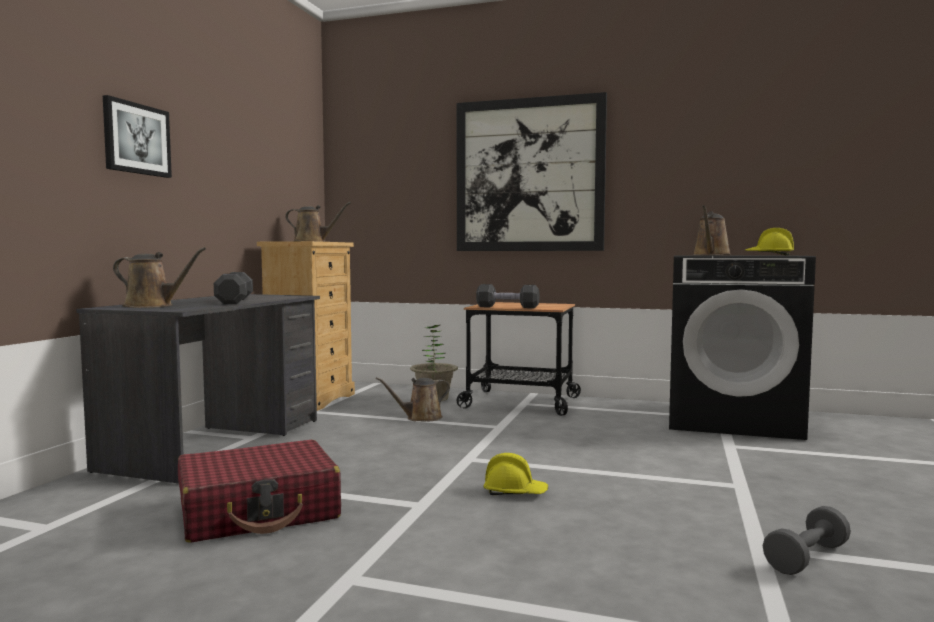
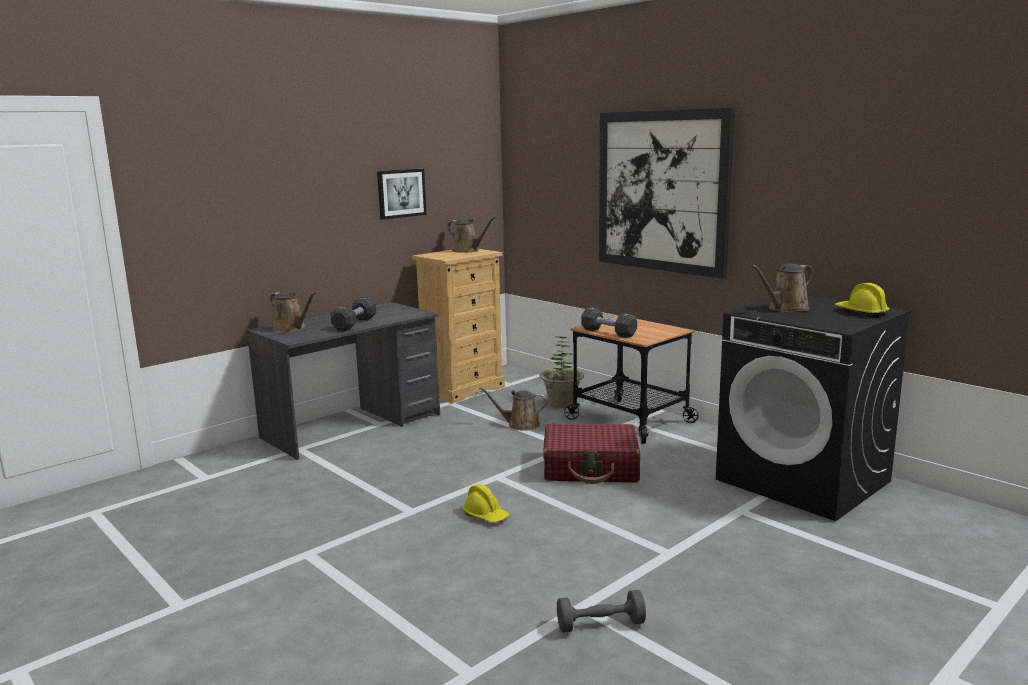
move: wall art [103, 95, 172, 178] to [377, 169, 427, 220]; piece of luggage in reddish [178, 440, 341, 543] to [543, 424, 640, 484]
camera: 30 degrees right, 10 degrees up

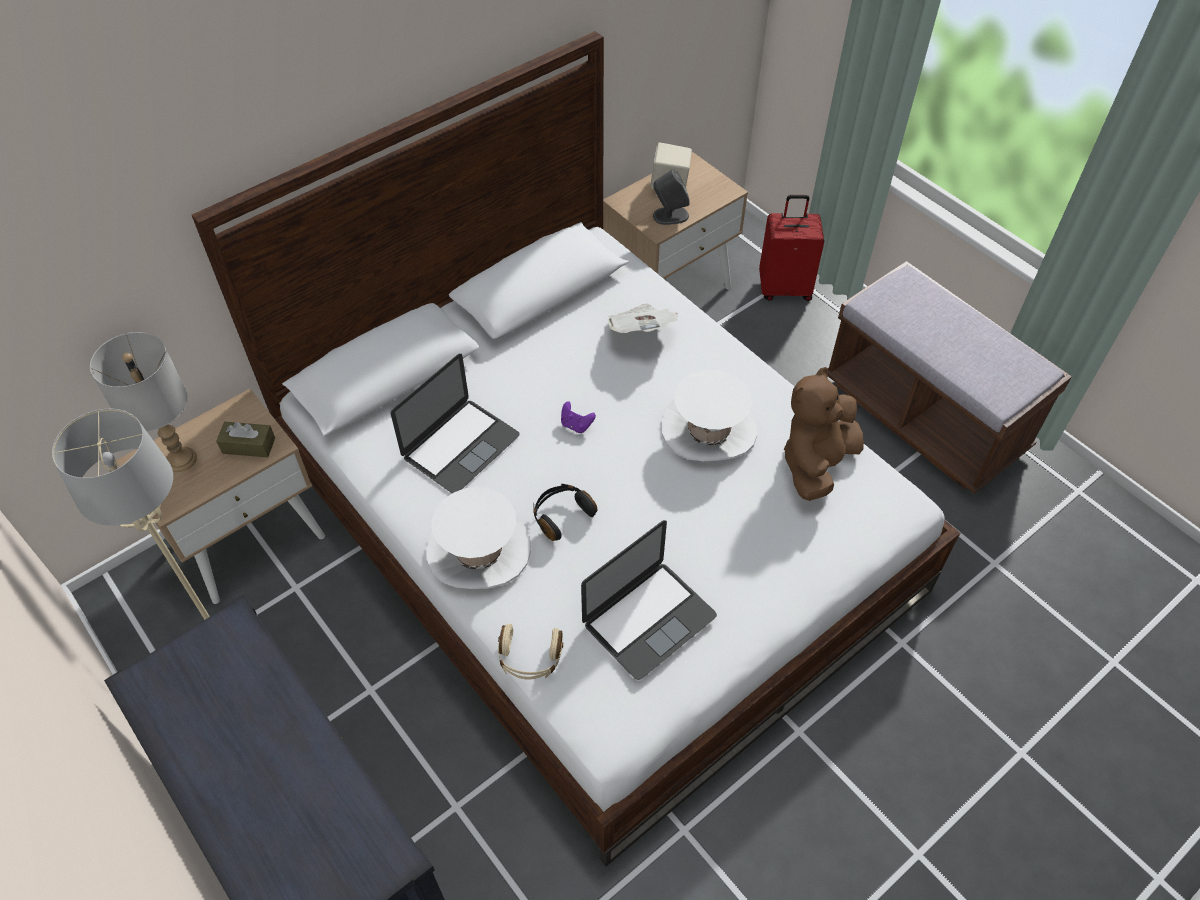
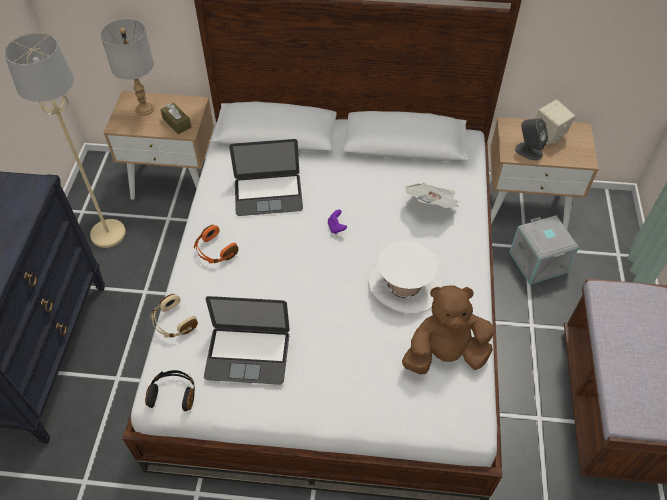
delete: piece of luggage in reddish [759, 195, 824, 301]
insert: storage container in gray [509, 215, 579, 285]
move: headphones in black-coloured [533, 484, 597, 541] to [145, 370, 195, 411]
replace: clothing hat in white [427, 487, 531, 589] to headphones in orangey [194, 225, 238, 263]
camera: 45 degrees right, 0 degrees up

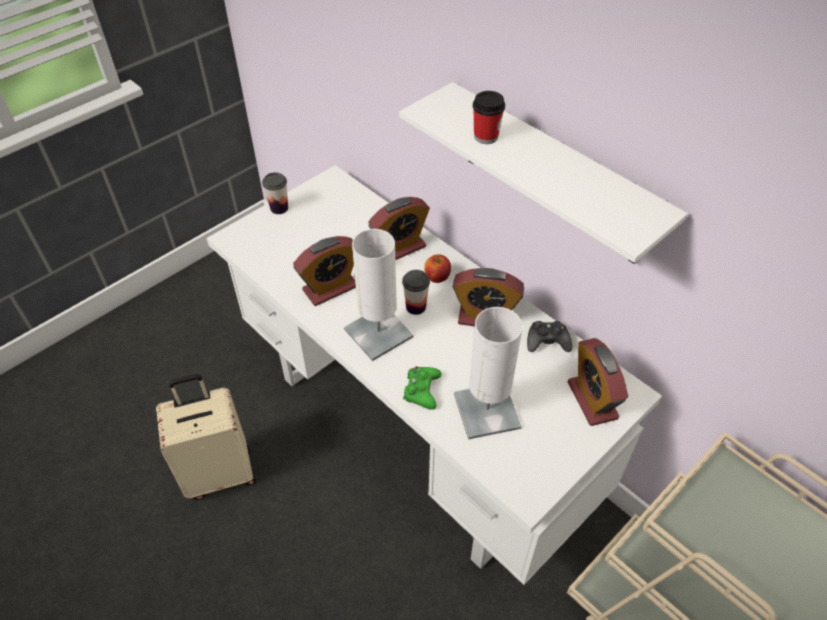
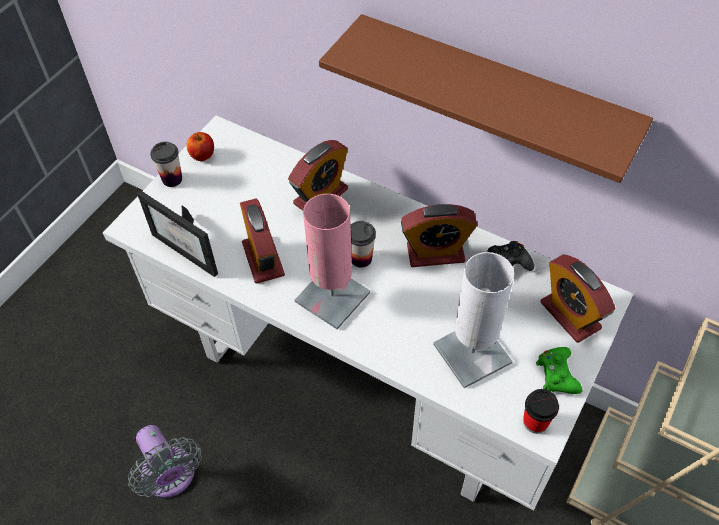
insert: picture frame [137, 191, 218, 277]
move: cup [473, 91, 505, 144] to [523, 389, 559, 434]; apple [424, 254, 451, 283] to [186, 132, 214, 161]; joypad in green [403, 366, 442, 410] to [536, 347, 583, 394]
replace: piece of luggage in sand-coloured [156, 374, 256, 500] to cooling fan in gray [128, 425, 202, 498]
recolor: bracket shelf in white [399, 82, 688, 264] to bracket shelf in brown-coloured [319, 14, 653, 183]; table lamp in white [344, 229, 413, 361] to table lamp in pinkish [295, 194, 370, 329]
rotate: alarm clock [293, 236, 356, 306] = [240, 198, 285, 284] 60 degrees counterclockwise
camera: 15 degrees left, 5 degrees up

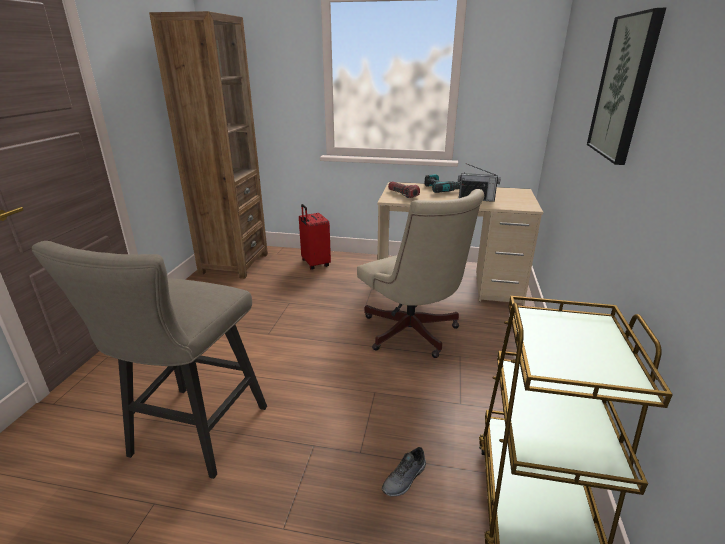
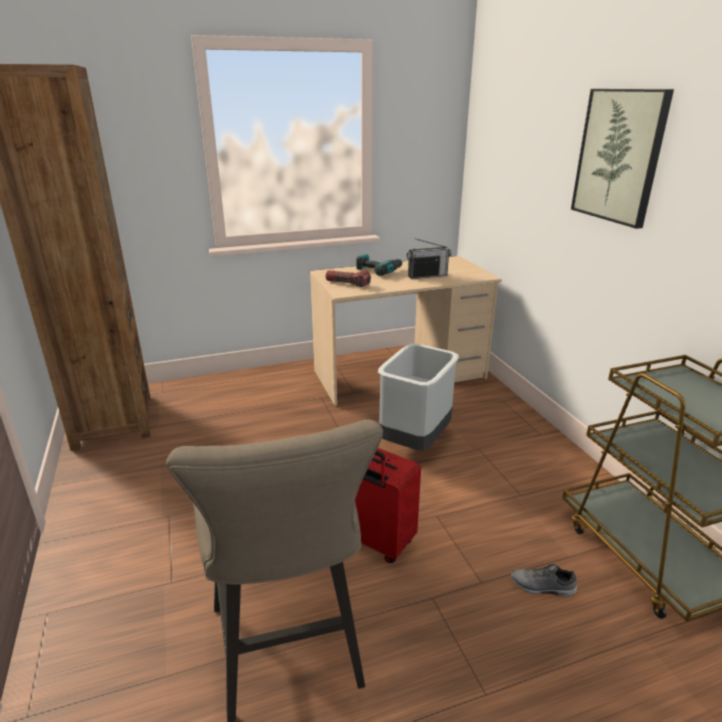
move: piece of luggage in reddish [299, 204, 331, 270] to [355, 448, 421, 563]
replace: office chair in sand-coloured [357, 189, 485, 358] to rubbish bin in gray [378, 344, 459, 451]
rotate: item of footwear in gray [382, 447, 426, 496] = [511, 564, 577, 597] 90 degrees clockwise
camera: 30 degrees left, 0 degrees up

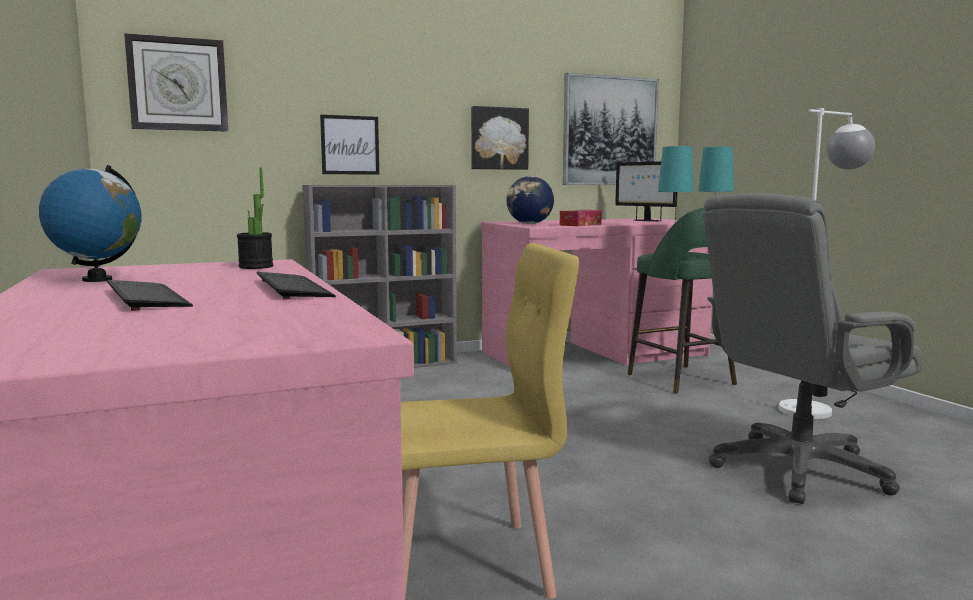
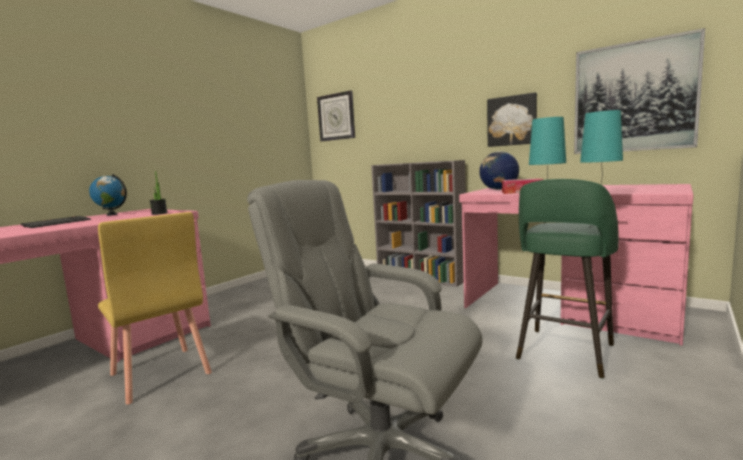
delete: standing lamp in white [779, 108, 875, 419]; wall art [320, 115, 379, 175]; monitor [615, 161, 677, 221]; PC keyboard [257, 272, 336, 300]
camera: 60 degrees right, 0 degrees up

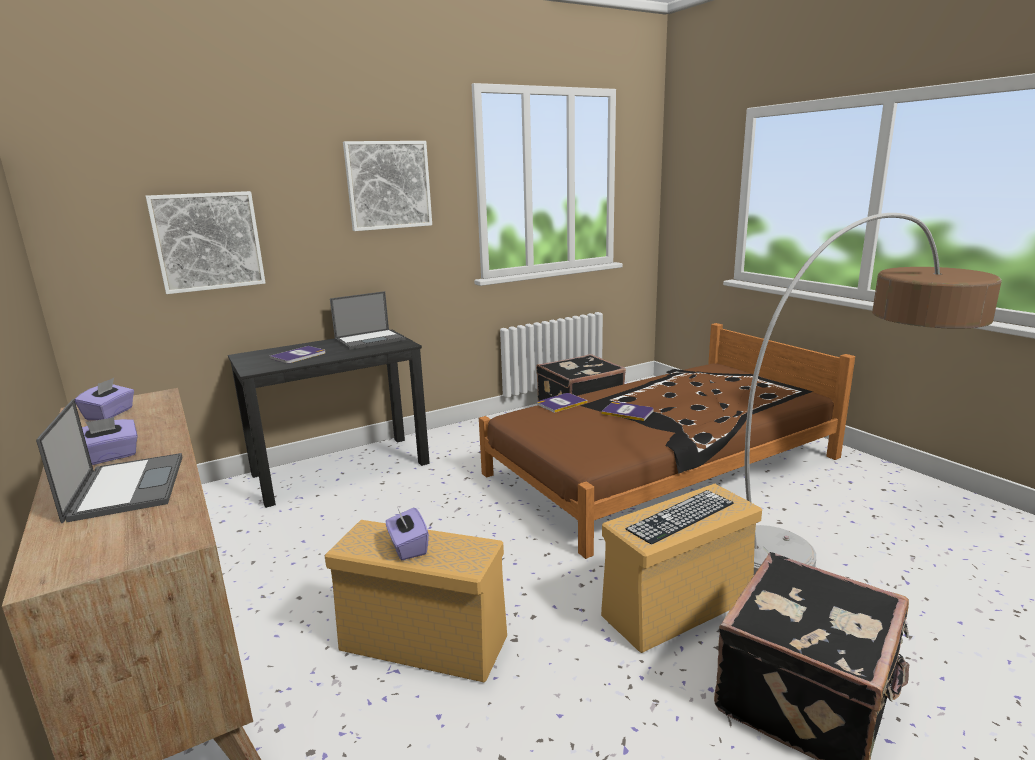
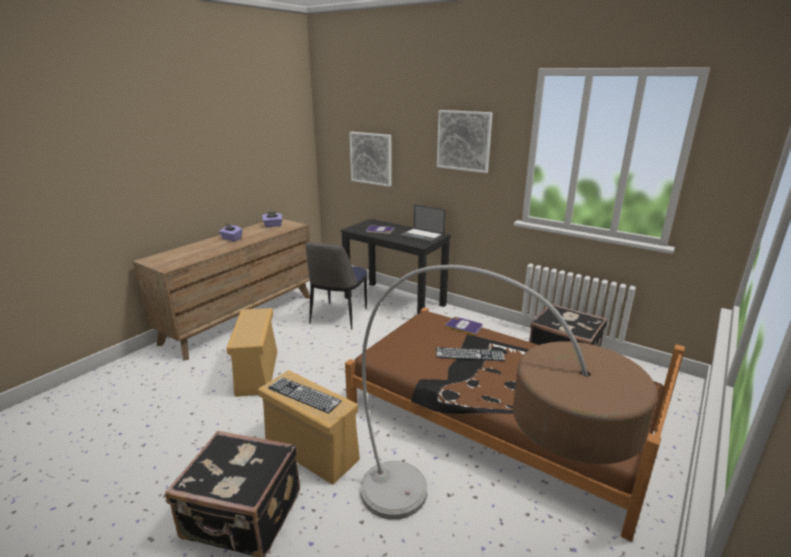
delete: portable computer [36, 399, 182, 523]; tissue box in purple [386, 508, 429, 560]
insert: upright chair [305, 242, 367, 330]
replace: book [601, 402, 654, 421] to PC keyboard [436, 347, 505, 361]
camera: 65 degrees right, 5 degrees up

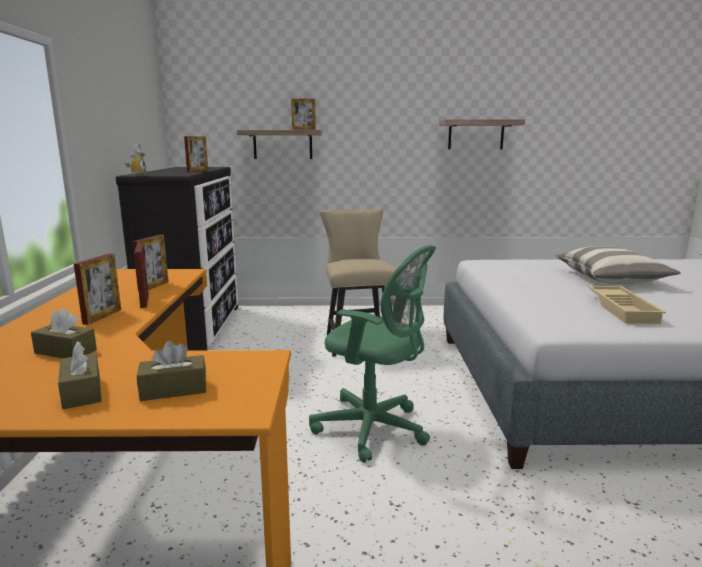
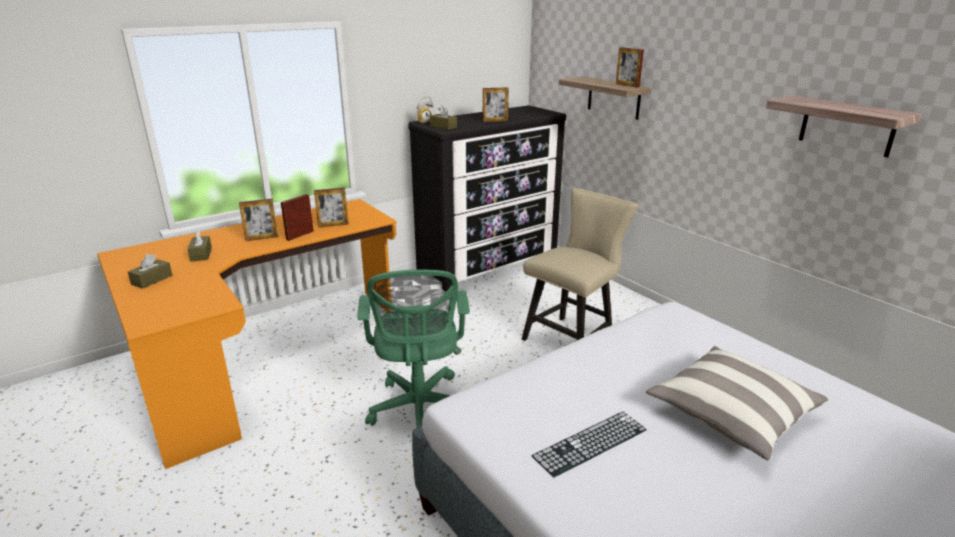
move: tissue box in brown-coloured [137, 341, 206, 401] to [430, 106, 457, 130]
replace: tray in sand-coloured [588, 286, 666, 324] to PC keyboard [532, 412, 647, 478]
camera: 55 degrees right, 10 degrees up

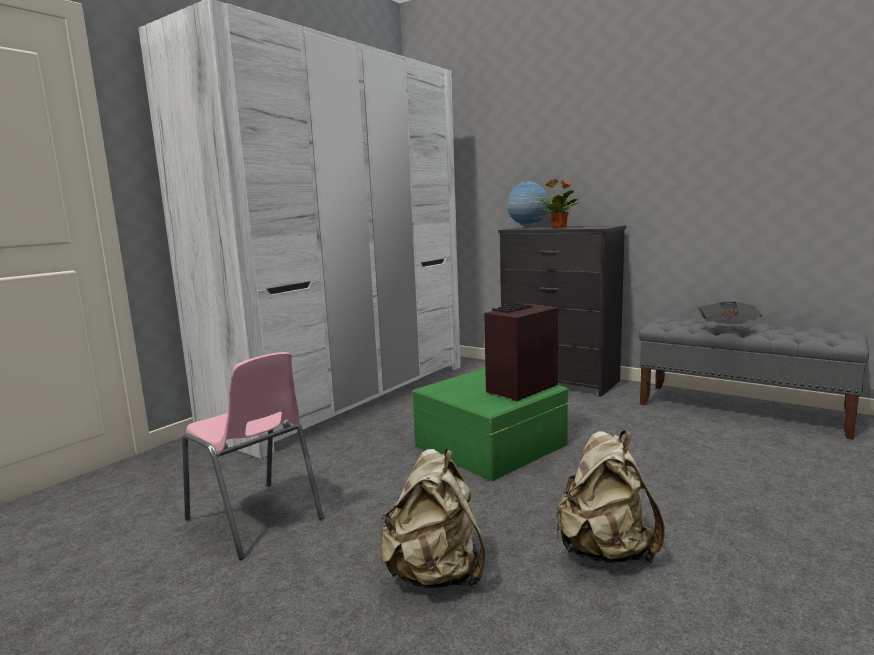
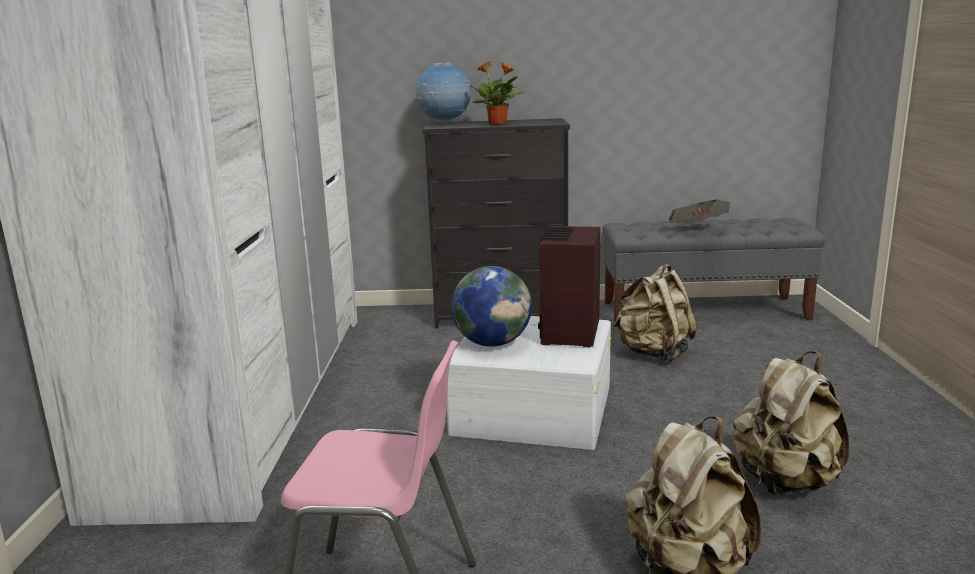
insert: rucksack in sand-coloured [613, 264, 698, 363]; world globe [451, 266, 532, 347]
recolor: storage container in green [413, 368, 568, 481] to storage container in white [447, 316, 611, 450]
camera: 35 degrees left, 5 degrees up

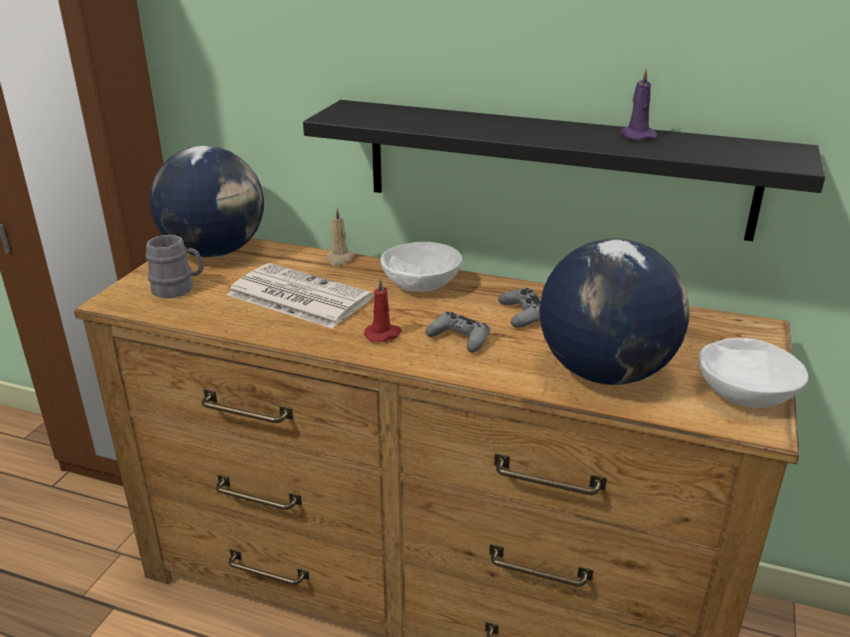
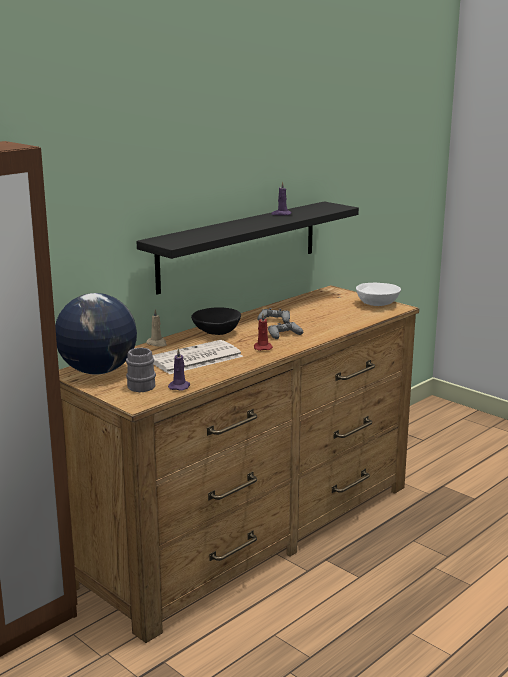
delete: world globe [539, 238, 690, 385]
insert: candle in purple [168, 348, 190, 391]
recolor: bowl in white [381, 242, 462, 292] to bowl in black-coloured [191, 308, 241, 335]
camera: 65 degrees left, 10 degrees down

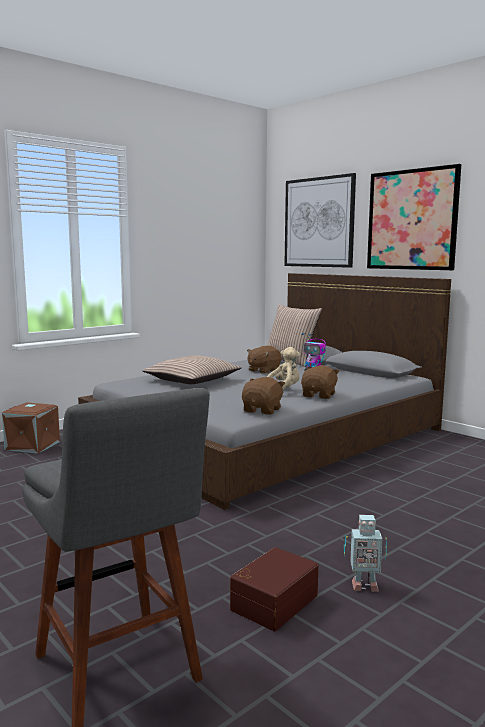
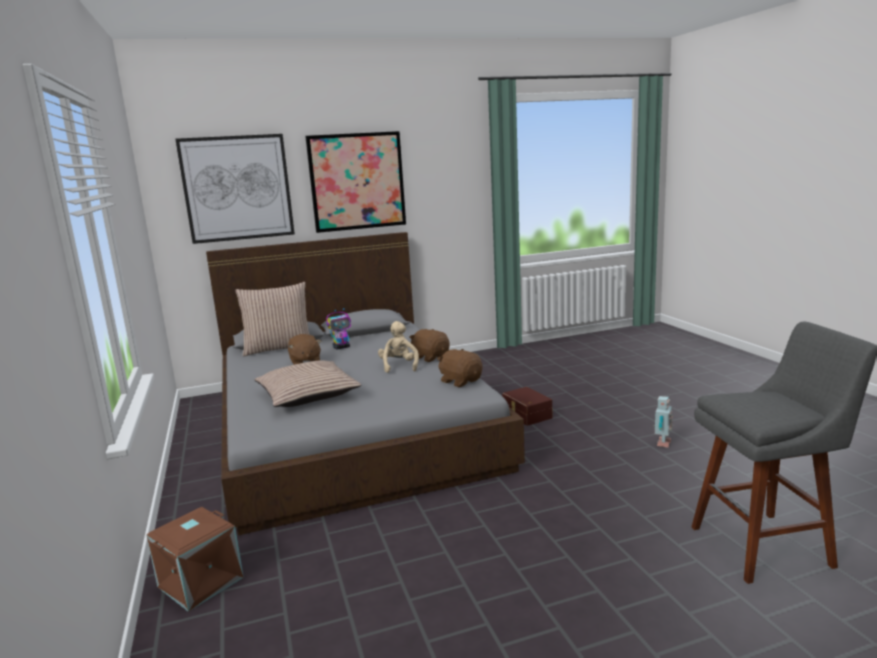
move: storage container in brown-coloured [230, 547, 319, 631] to [502, 387, 552, 426]
camera: 65 degrees left, 5 degrees up

